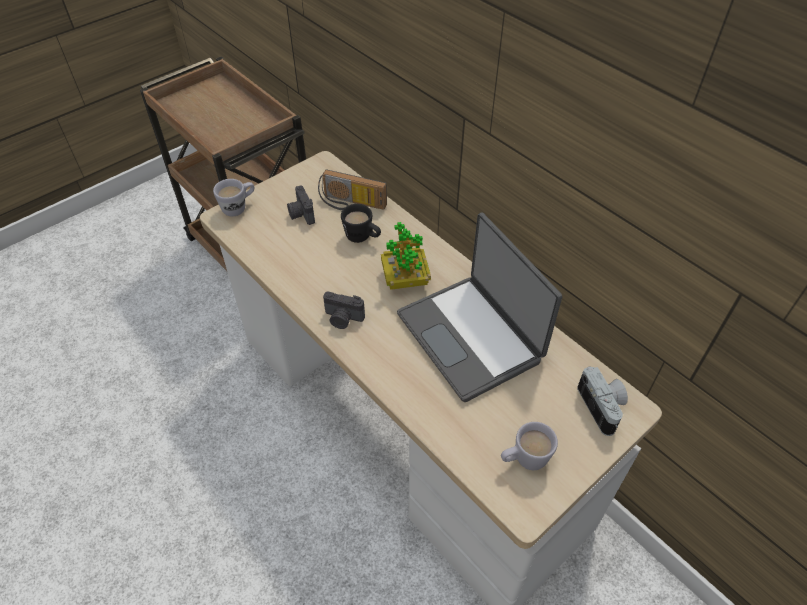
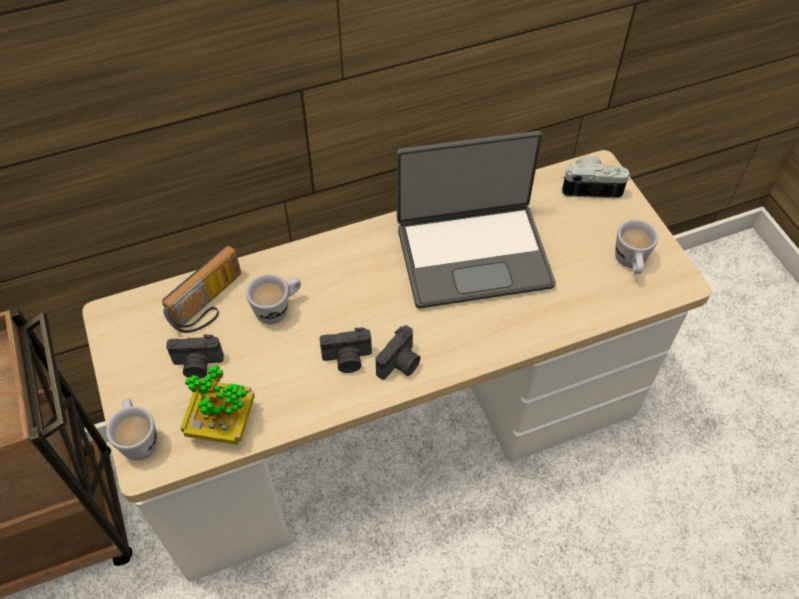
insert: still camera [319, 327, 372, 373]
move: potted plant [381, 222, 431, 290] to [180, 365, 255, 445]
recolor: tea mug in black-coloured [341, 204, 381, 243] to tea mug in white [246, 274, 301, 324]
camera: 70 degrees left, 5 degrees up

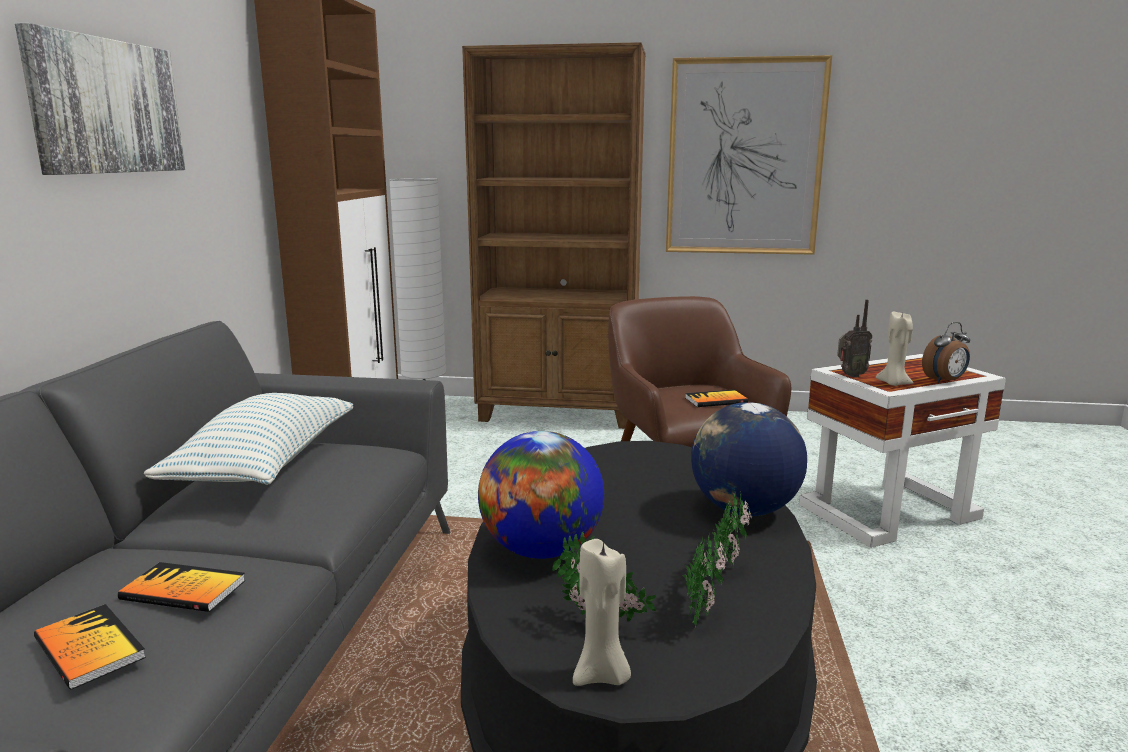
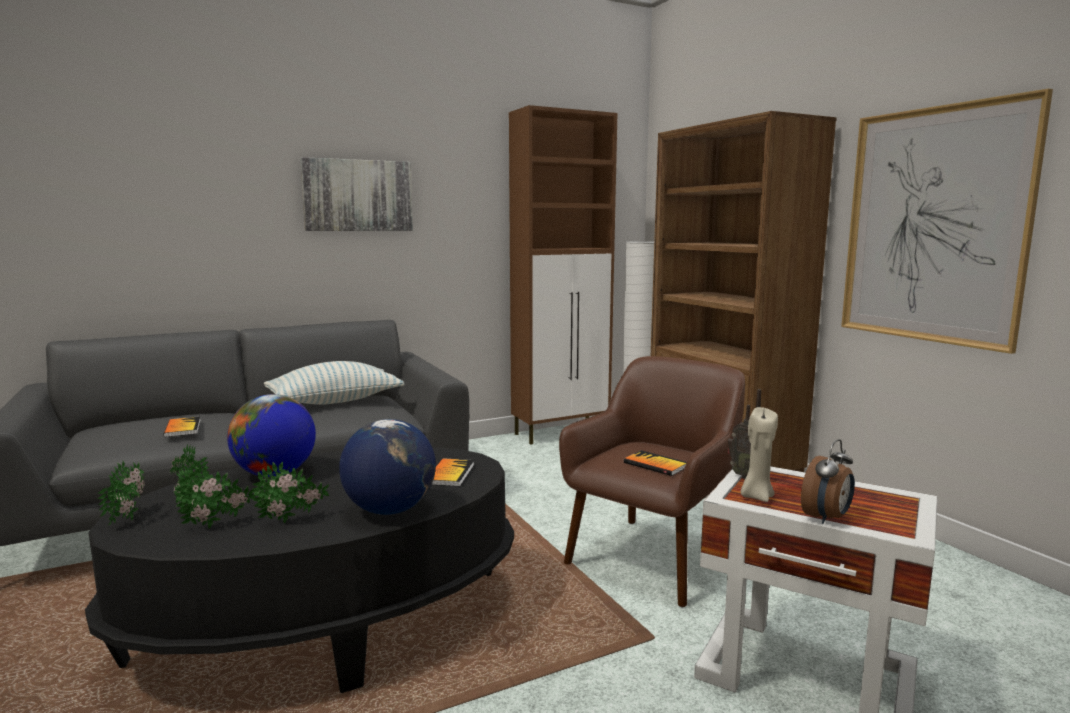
move: book [34, 604, 146, 690] to [432, 458, 474, 487]
replace: candle in sand-coloured [573, 539, 631, 686] to potted plant [97, 461, 145, 526]
rotate: alarm clock [922, 322, 970, 383] = [801, 439, 855, 524] 75 degrees counterclockwise
camera: 55 degrees right, 5 degrees down

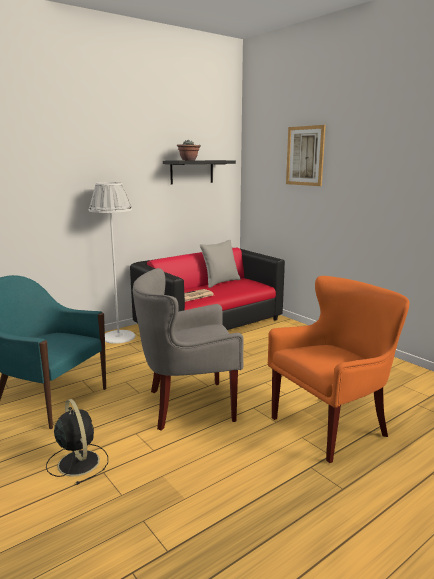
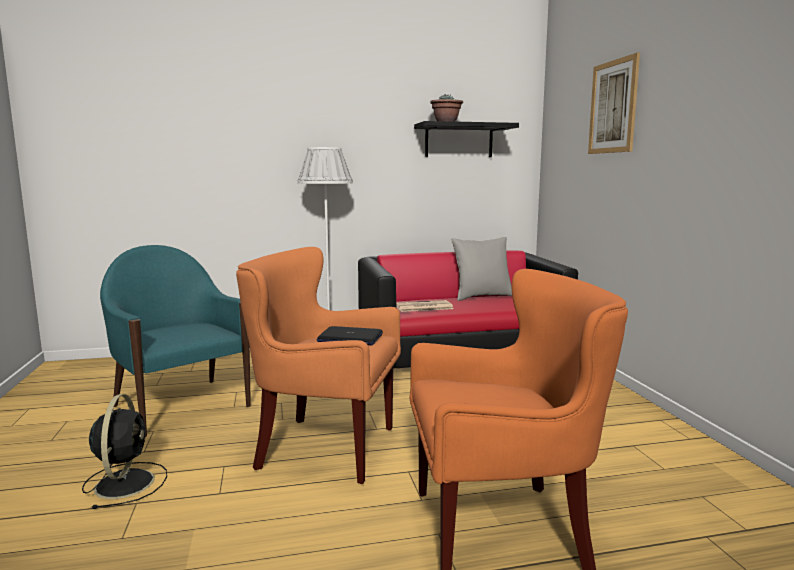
insert: portable computer [317, 326, 383, 345]
recolor: armchair in gray [133, 268, 243, 430] to armchair in orangey [236, 247, 401, 484]
camera: 25 degrees right, 5 degrees down

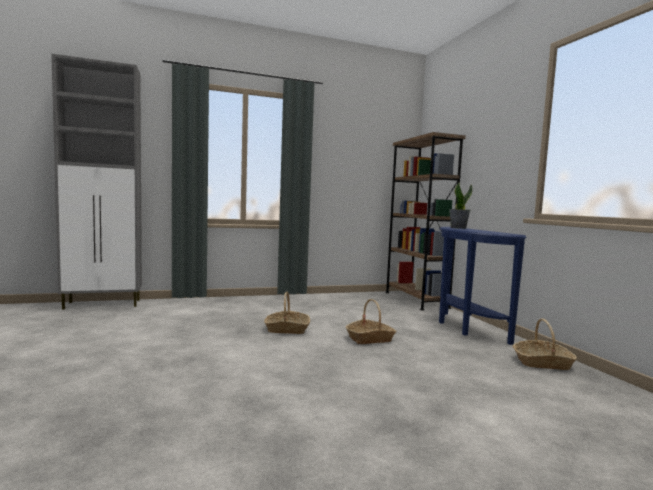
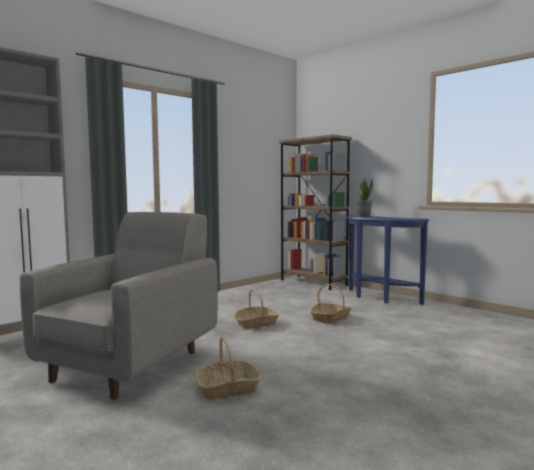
insert: armchair in gray [20, 212, 218, 400]
move: basket [513, 318, 577, 370] to [194, 336, 261, 400]
camera: 25 degrees left, 0 degrees up

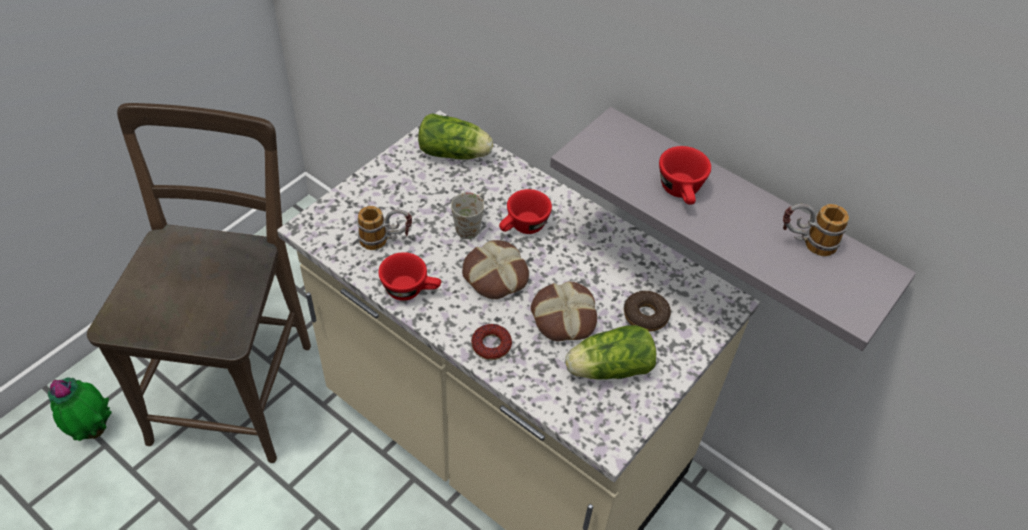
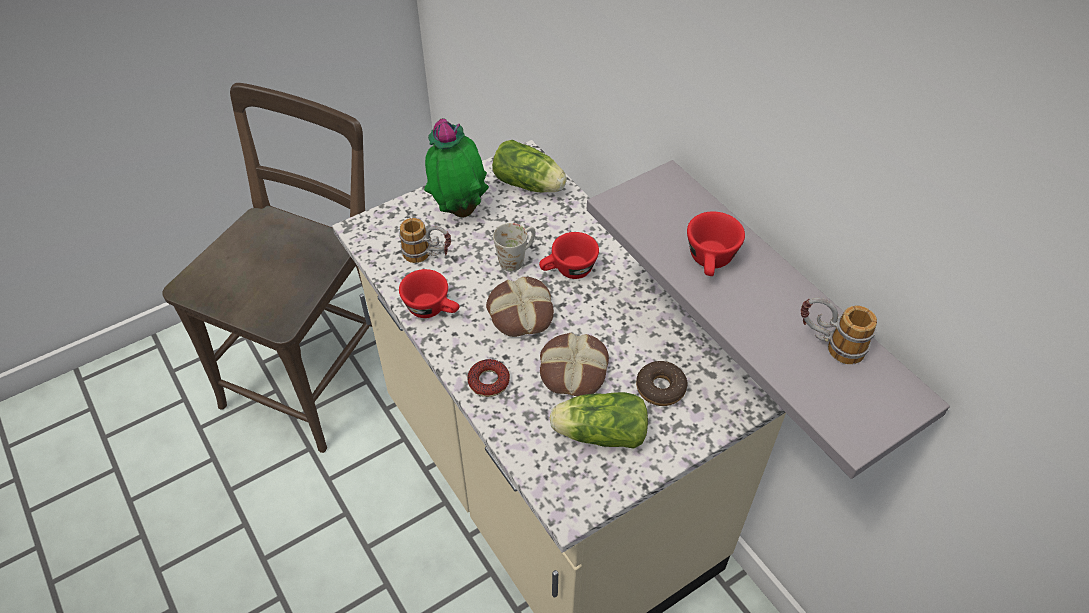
move: potted plant [48, 378, 112, 441] to [424, 118, 489, 217]
camera: 20 degrees right, 0 degrees up

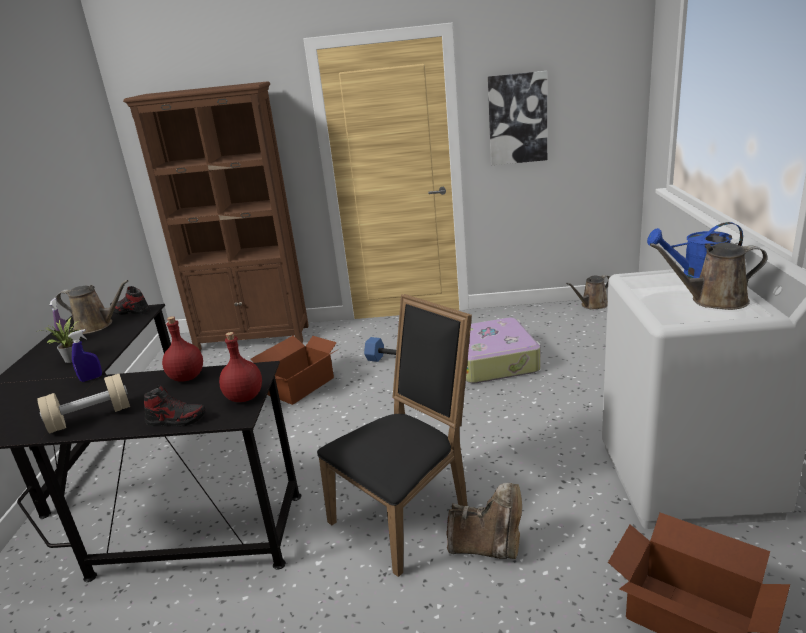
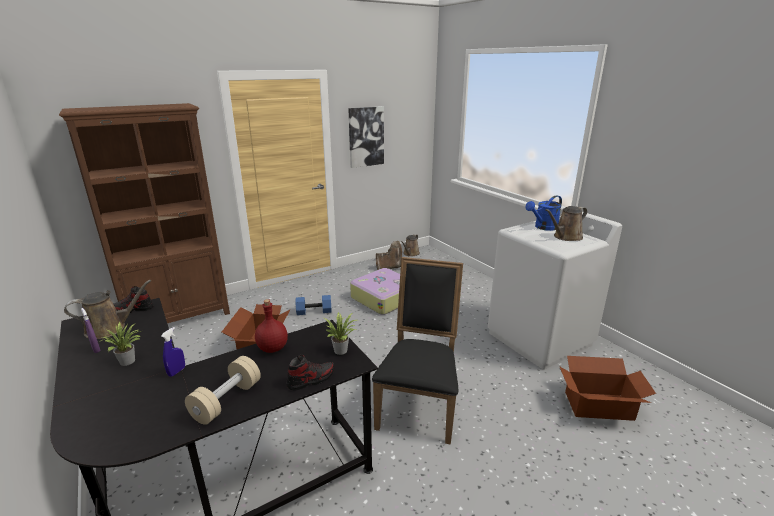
move: boot in brown-coloured [446, 483, 522, 559] to [376, 241, 402, 270]
replace: bottle in reddish [219, 332, 262, 402] to potted plant [324, 313, 357, 355]
camera: 35 degrees left, 0 degrees up

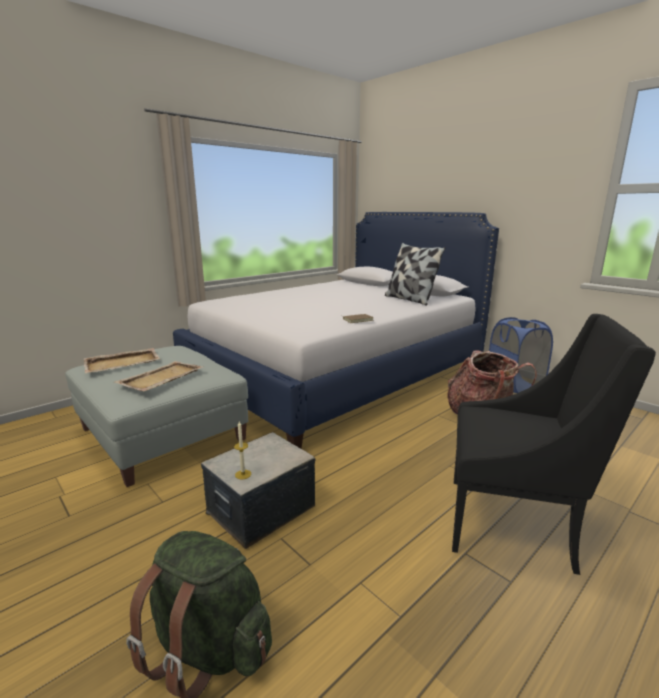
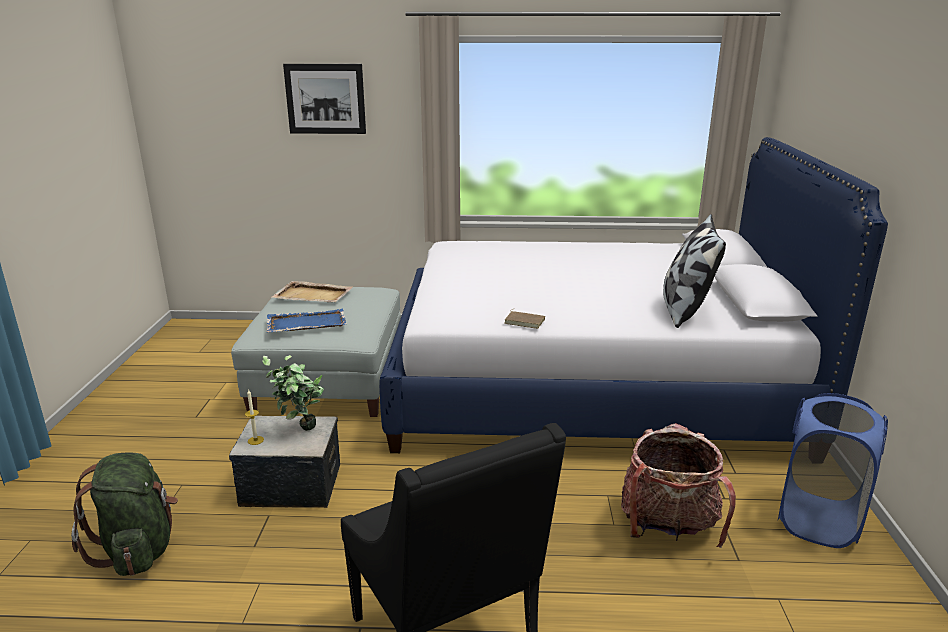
insert: wall art [283, 64, 366, 134]; potted plant [262, 355, 325, 431]
recolor: tray in sand-coloured [115, 361, 203, 391] to tray in bluish [267, 309, 346, 333]
camera: 45 degrees right, 5 degrees up

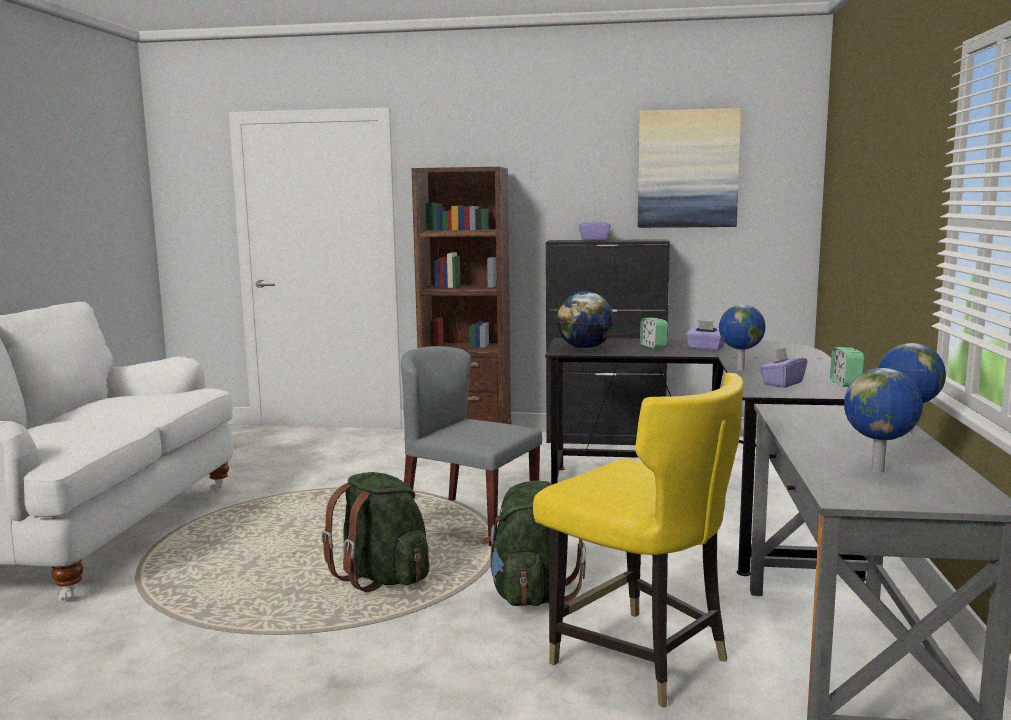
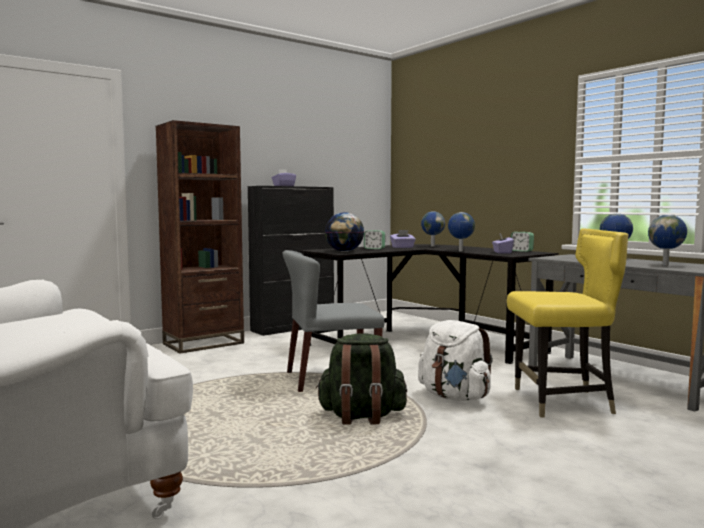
delete: wall art [638, 108, 741, 228]
insert: world globe [421, 211, 445, 247]
recolor: rucksack in green [480, 480, 586, 606] to rucksack in white [418, 320, 493, 401]
camera: 45 degrees left, 5 degrees down

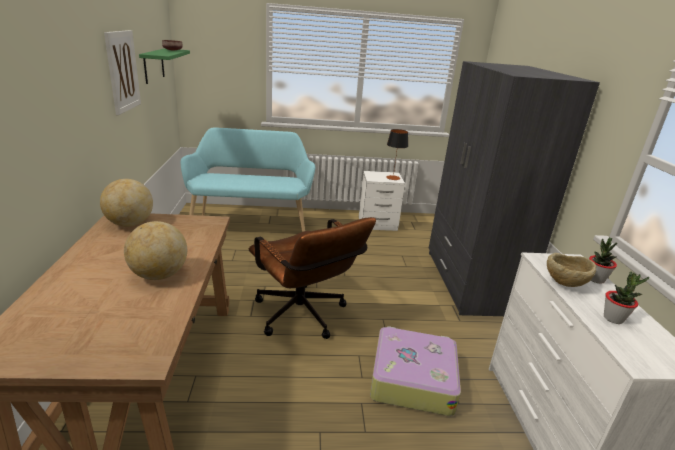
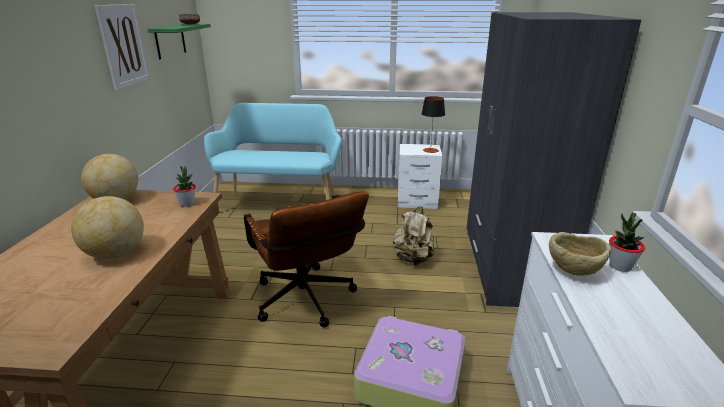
insert: rucksack in sand-coloured [393, 207, 435, 265]
move: potted plant [604, 271, 649, 324] to [173, 166, 196, 207]
camera: 10 degrees right, 0 degrees up

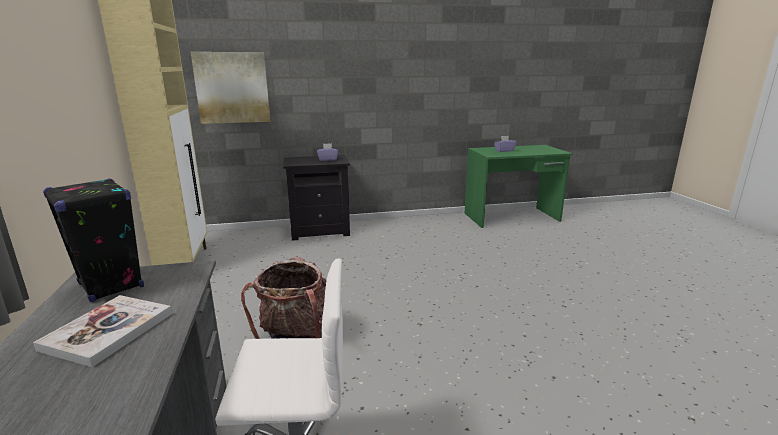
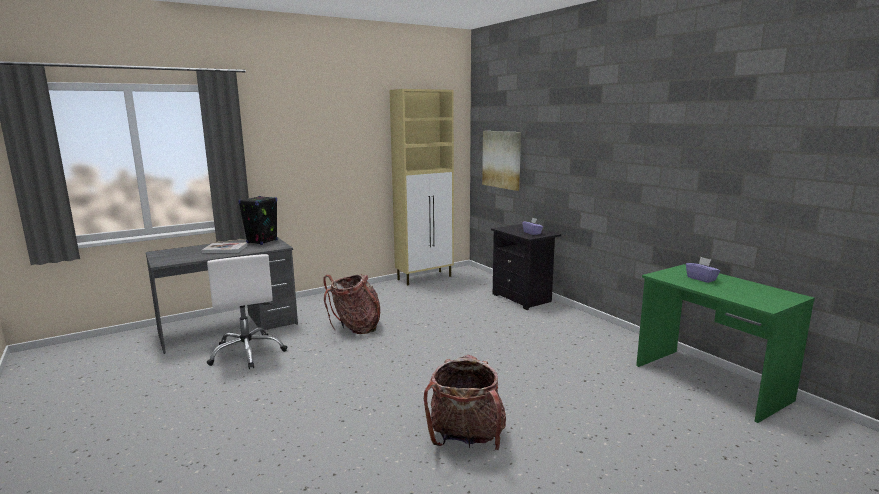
insert: rucksack [424, 355, 506, 450]
camera: 70 degrees right, 5 degrees down

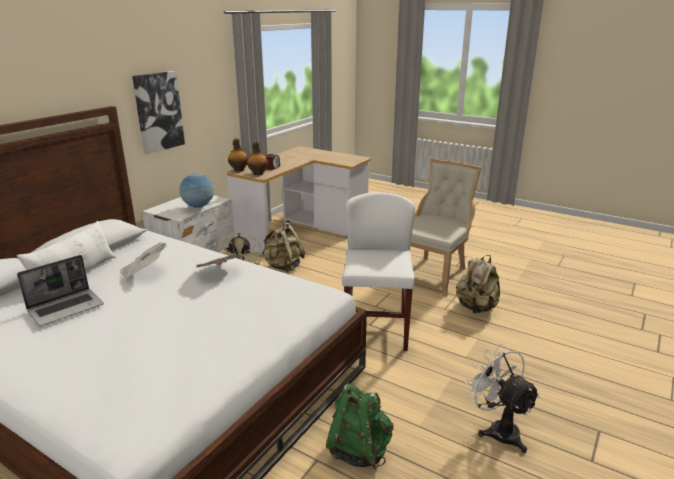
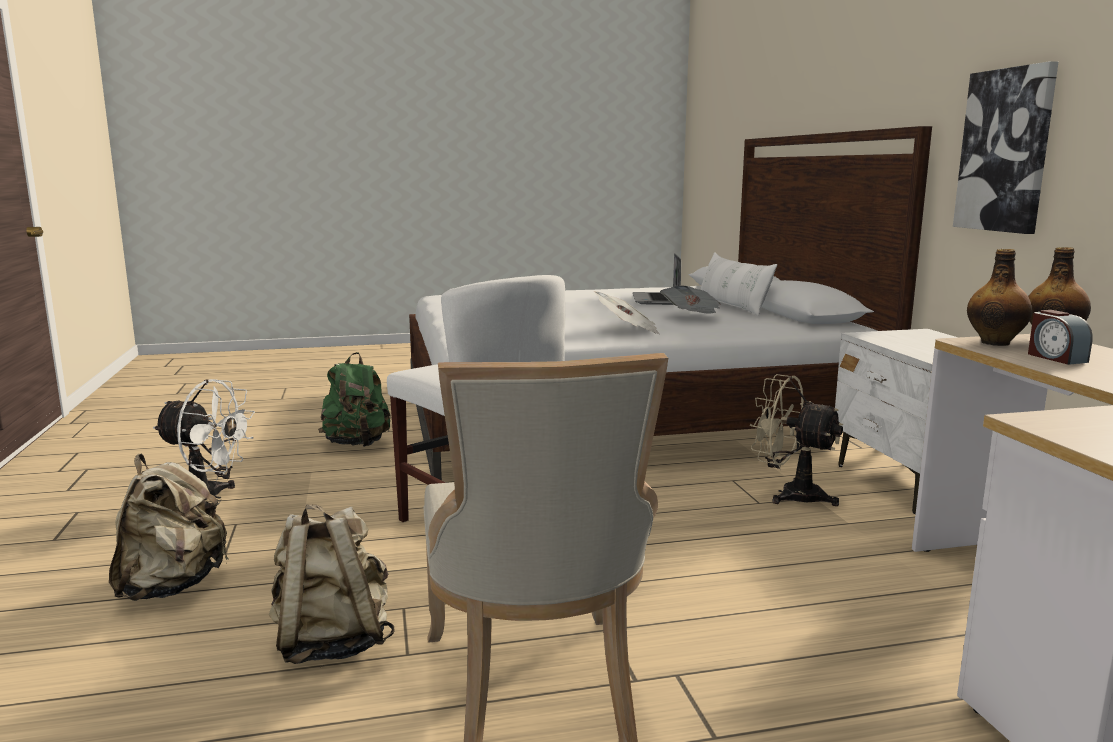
delete: world globe [179, 173, 215, 208]
move: rucksack in sand-coloured [262, 222, 305, 272] to [109, 453, 228, 601]
camera: 135 degrees right, 10 degrees down

